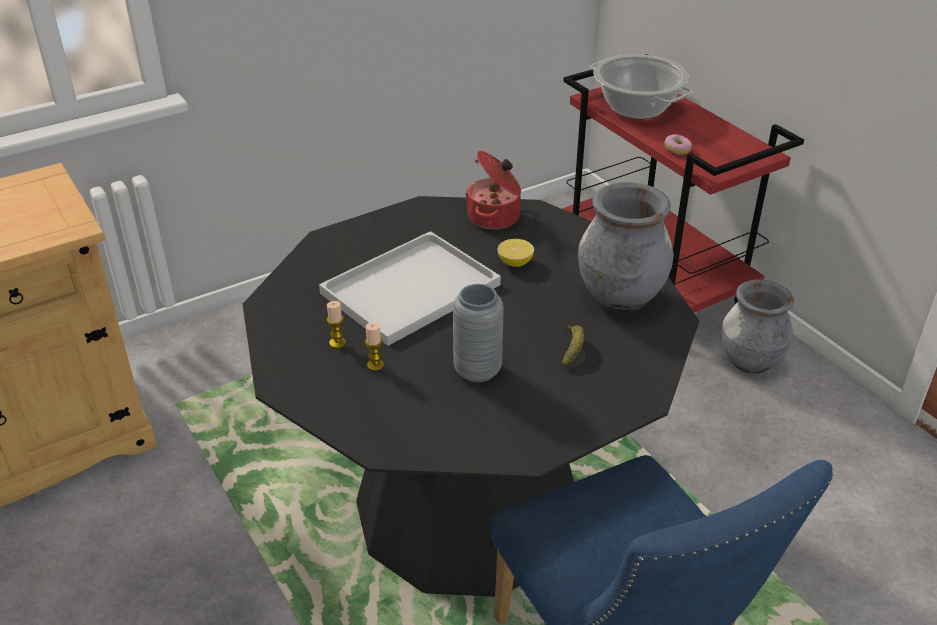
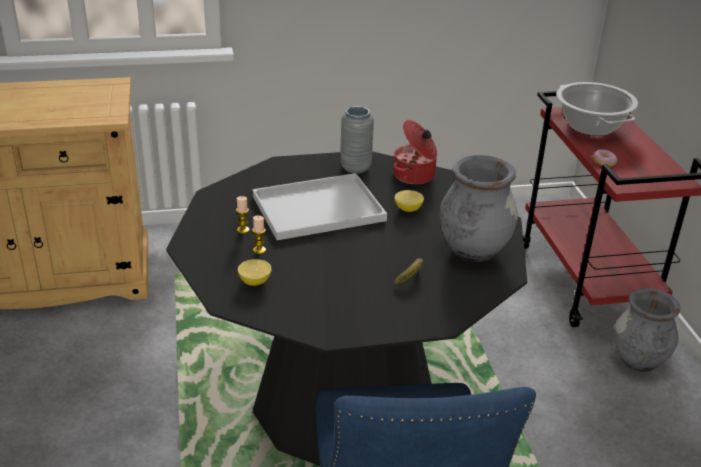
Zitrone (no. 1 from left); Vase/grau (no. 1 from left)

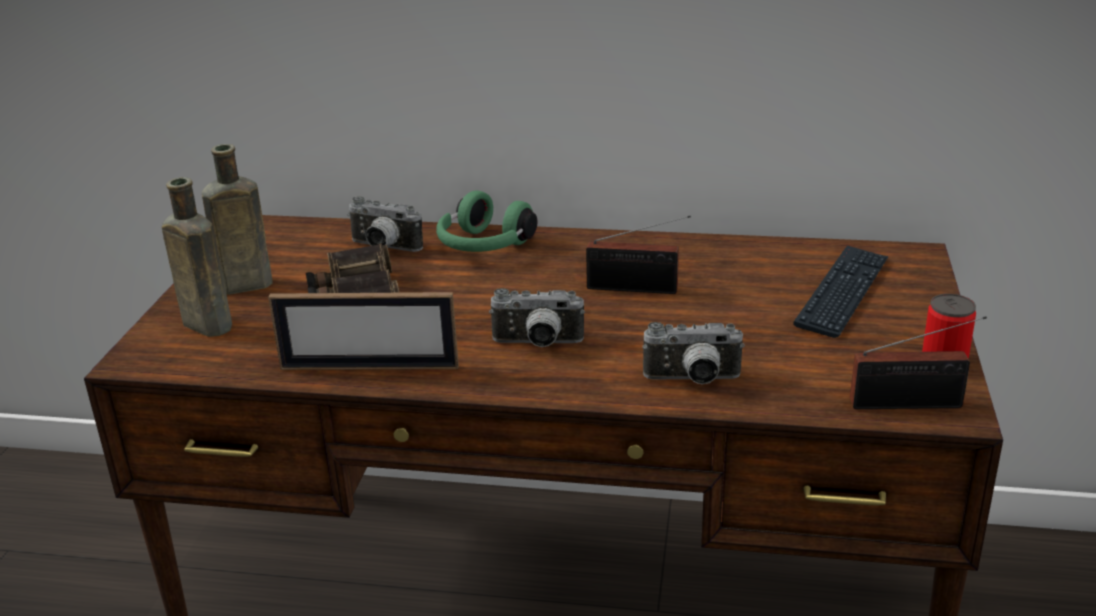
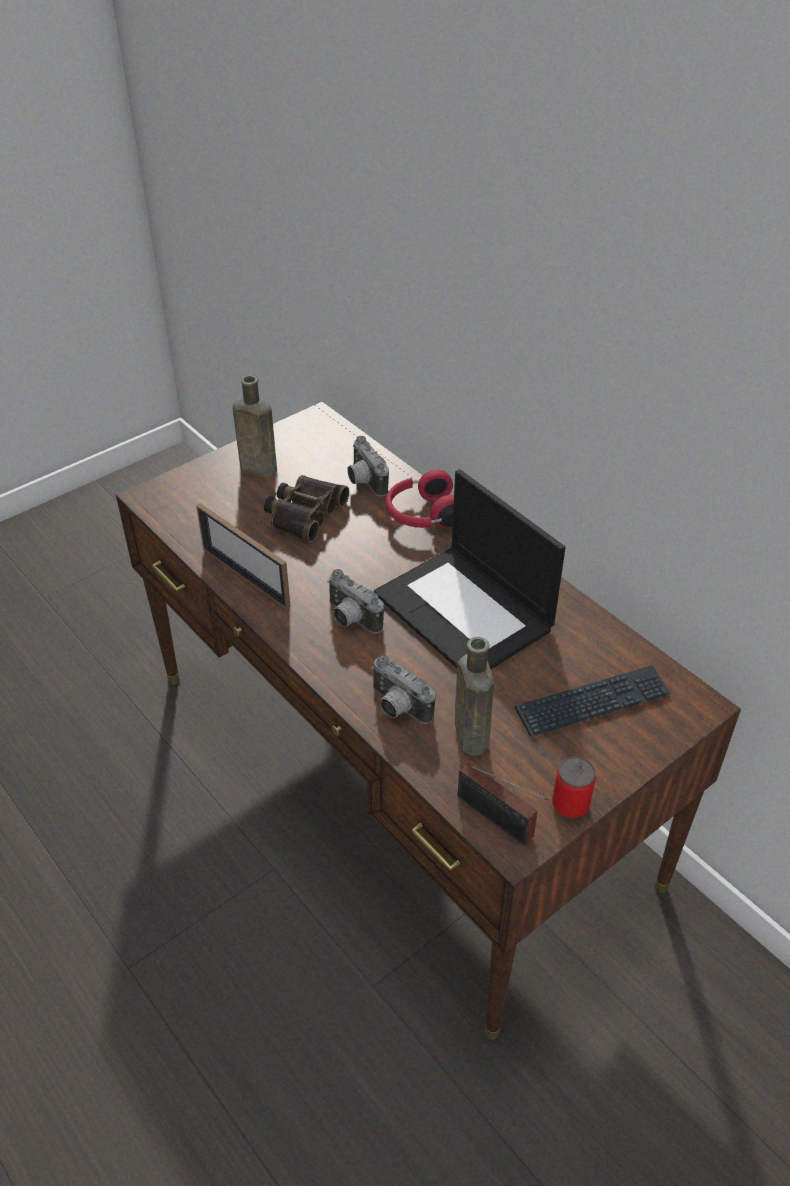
Flasche/braun (no. 2 from left); Laptop; Kopfhörer/rot

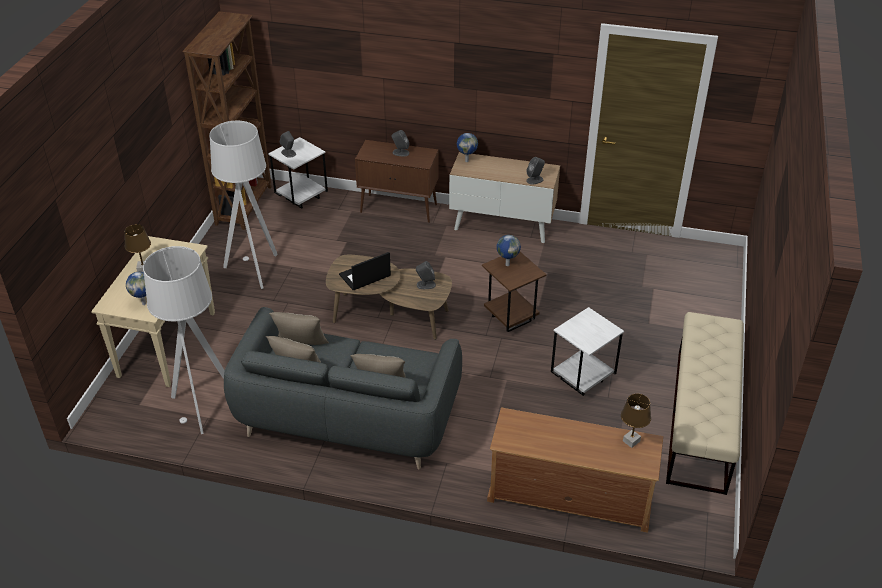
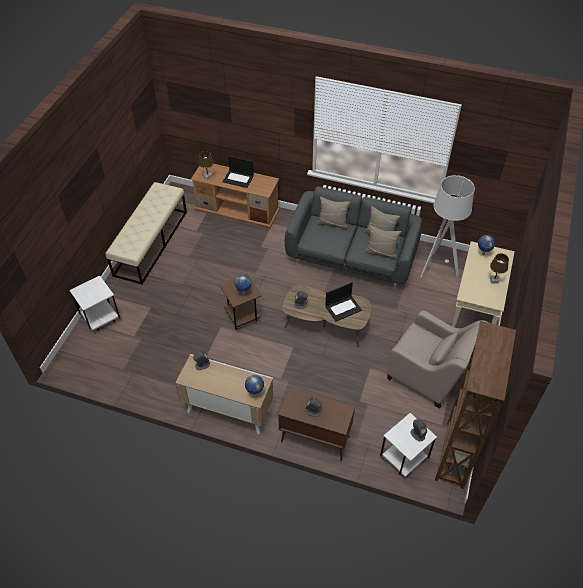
Laptop (no. 1 from left); Beistelltisch/weiß (no. 1 from left); Sessel/beige

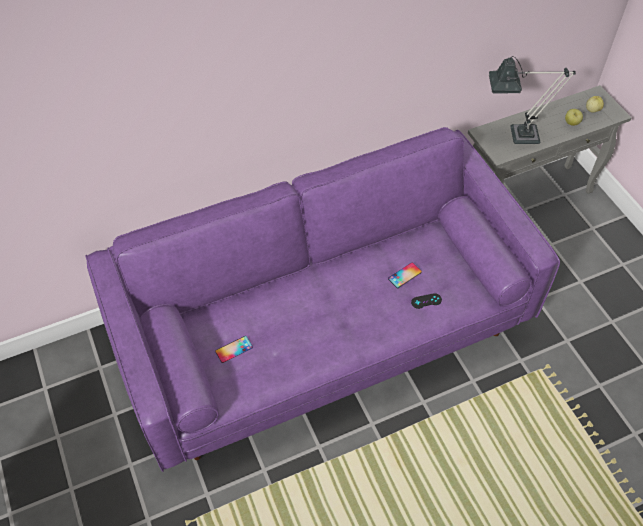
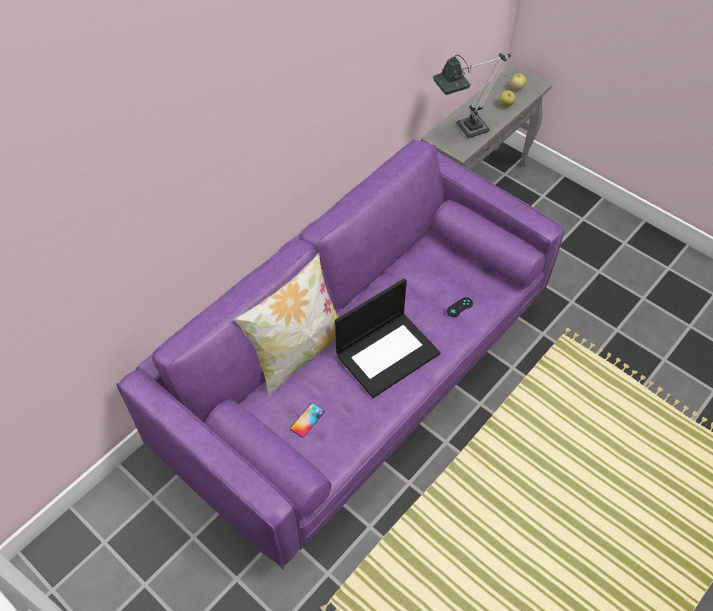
Handy (no. 2 from left in the first image); Kissen; Laptop

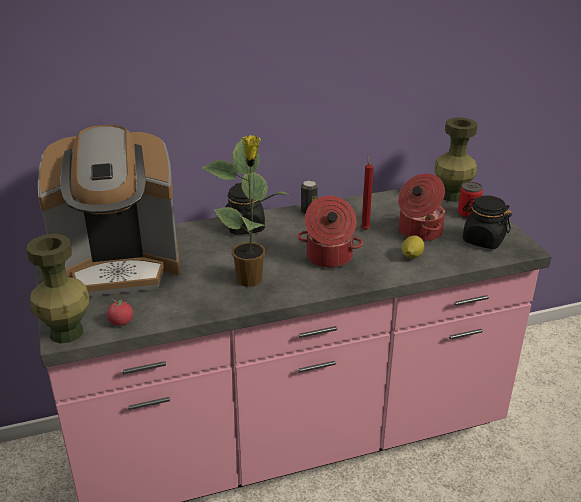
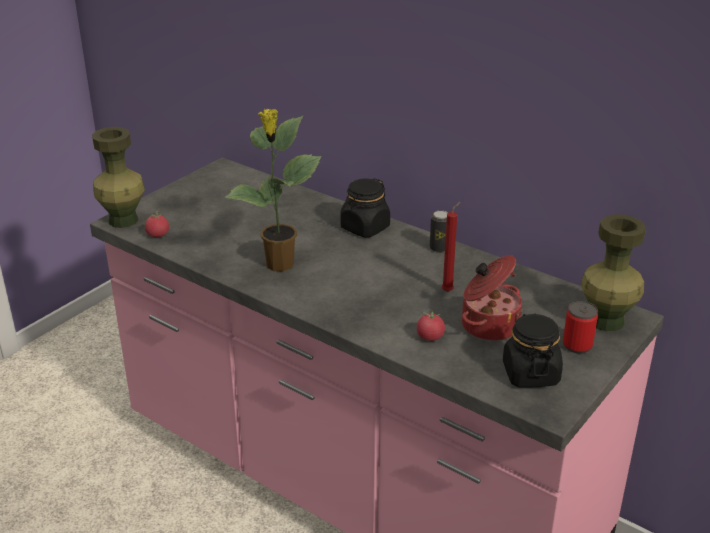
Kaffeemaschine; Kochtopf (no. 1 from left in the first image); Tomate (no. 2 from left)

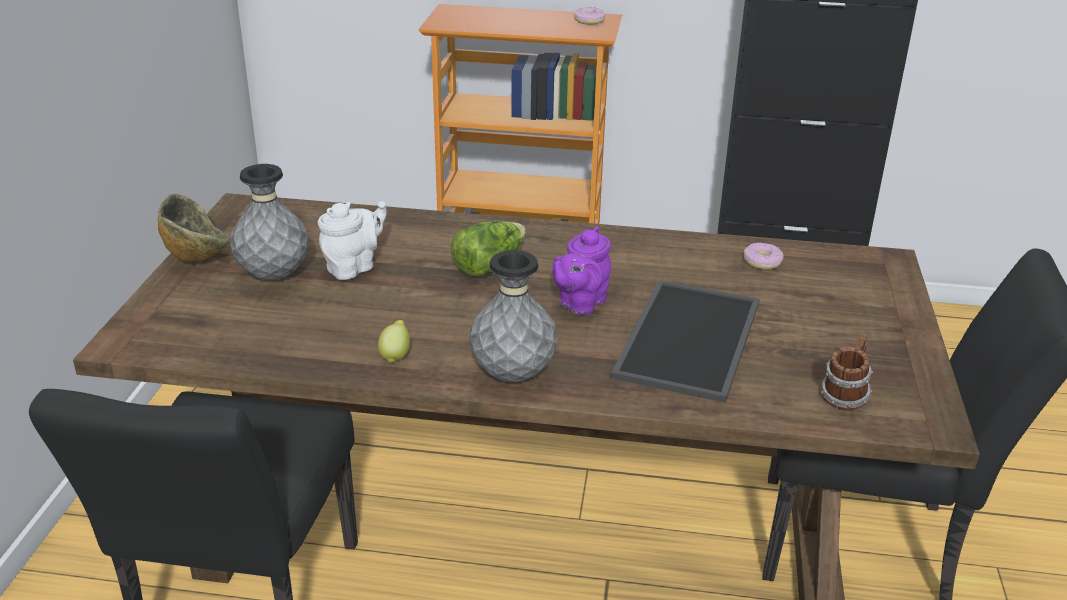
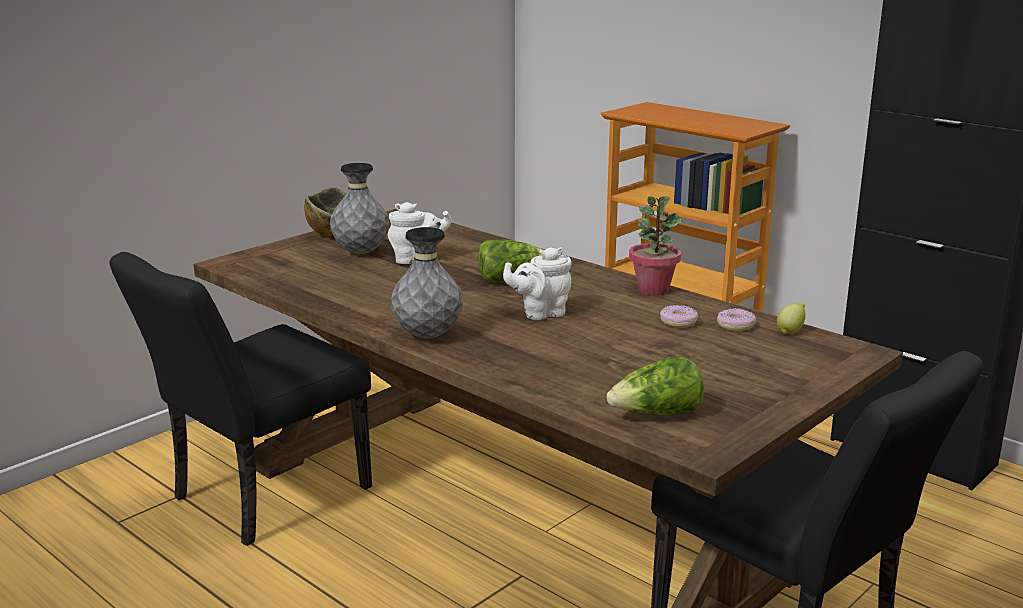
Tablett; Topfpflanze; Zitrone; Donut (no. 1 from left); Salatkopf (no. 2 from left); Teekanne/weiß (no. 2 from left)

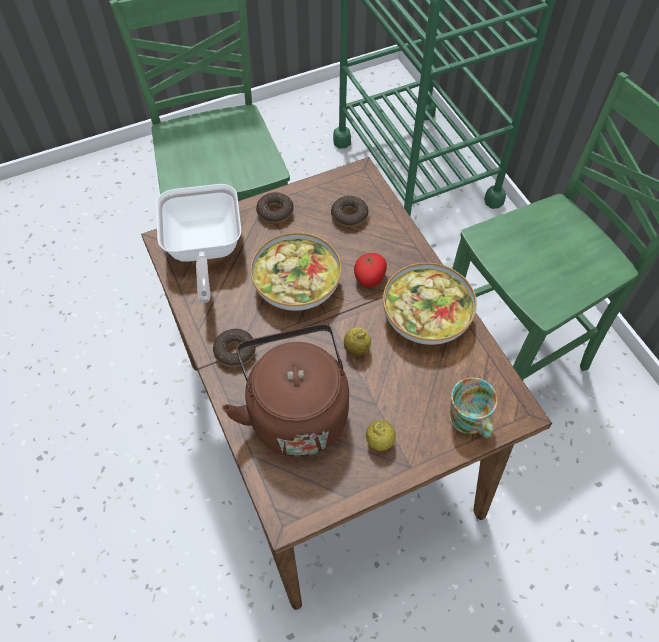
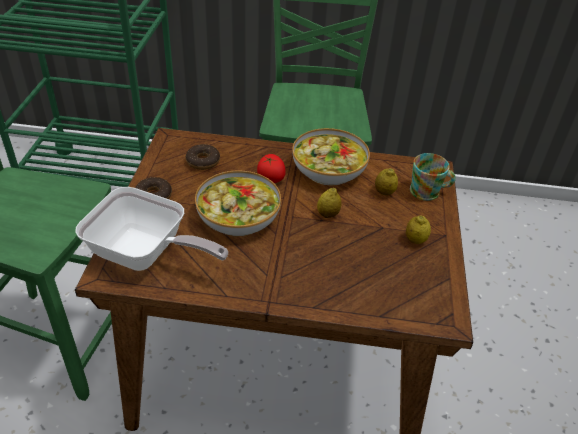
Donut (no. 1 from left in the first image); Wasserkessel/braun; Zitrone (no. 2 from left)

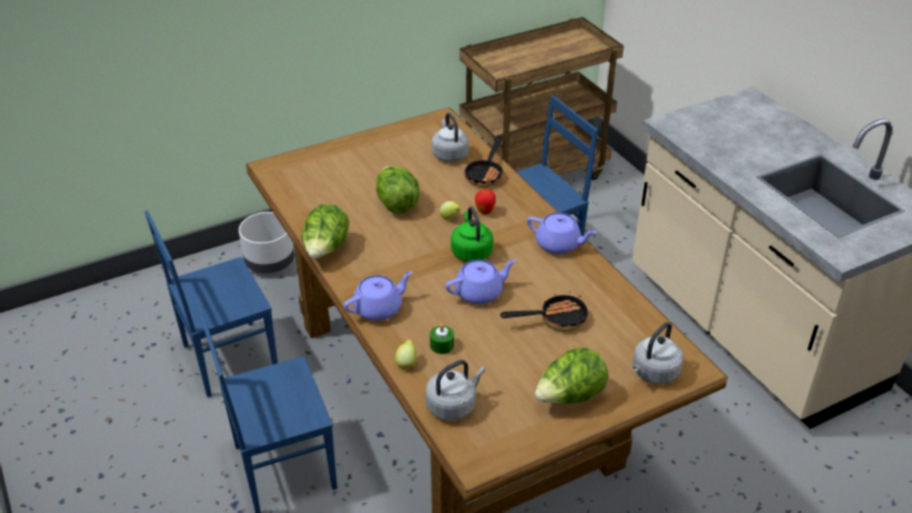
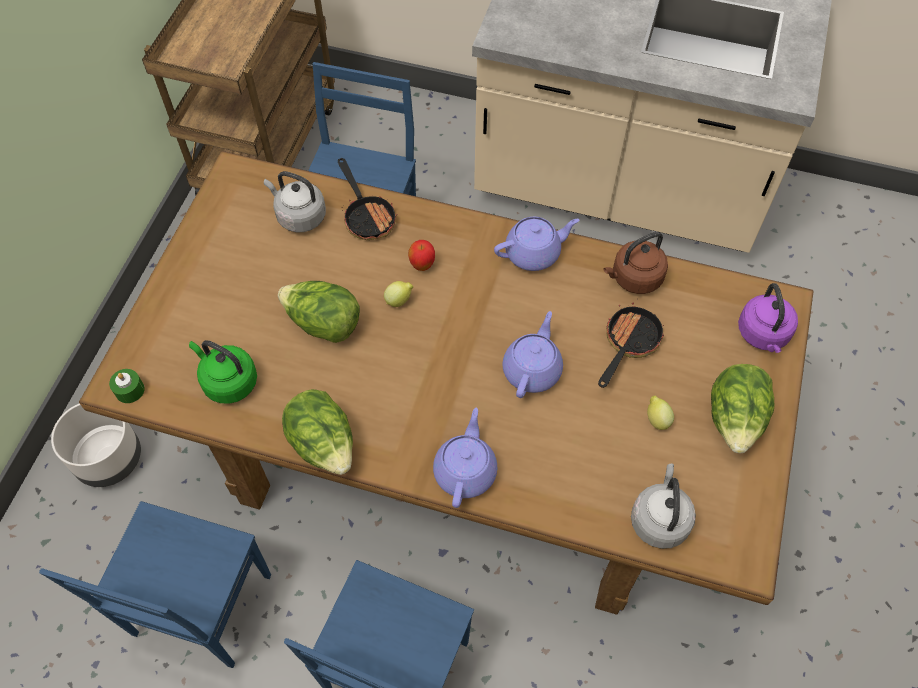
Wasserkessel/braun; Zitrone (no. 2 from left); Kerze/grün; Wasserkessel/grün; Wasserkessel/lila

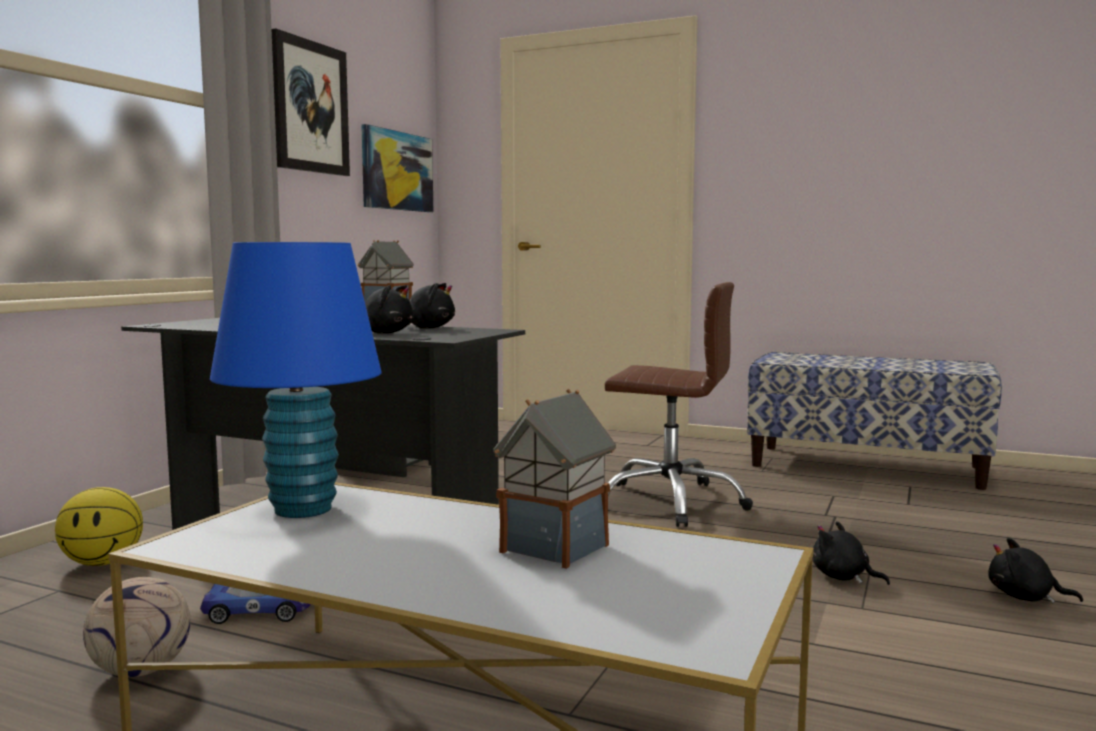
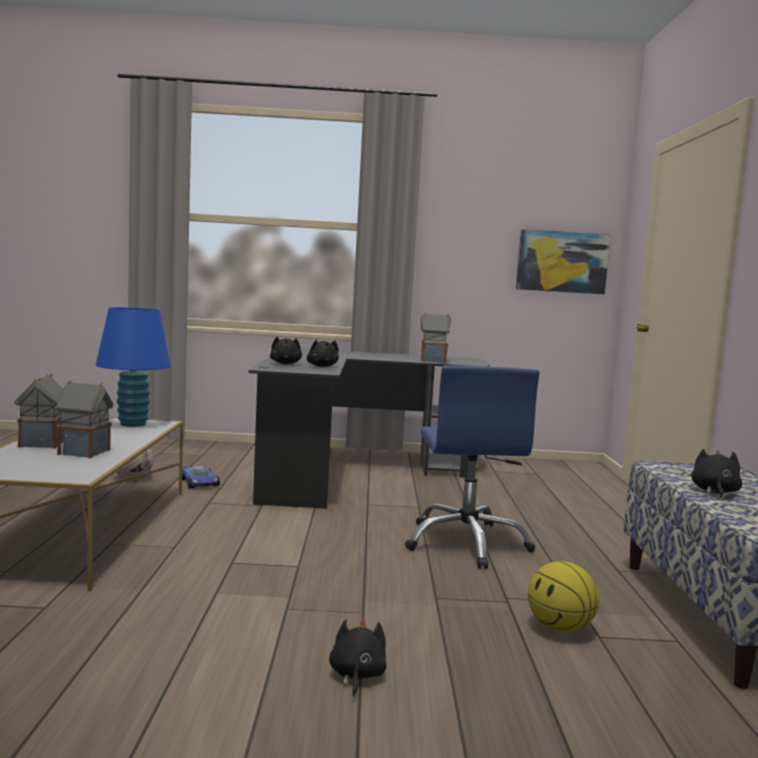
Bild (no. 1 from left in the first image); Spielzeughaus (no. 1 from left); Basketball; Plüschtier/schwarz (no. 4 from left); Bürostuhl/blau

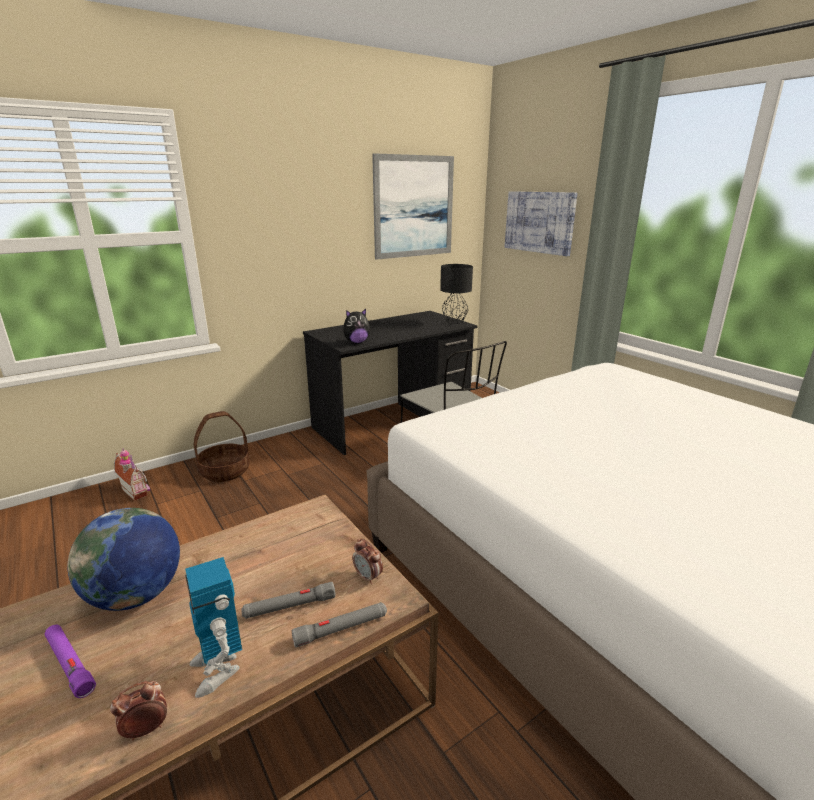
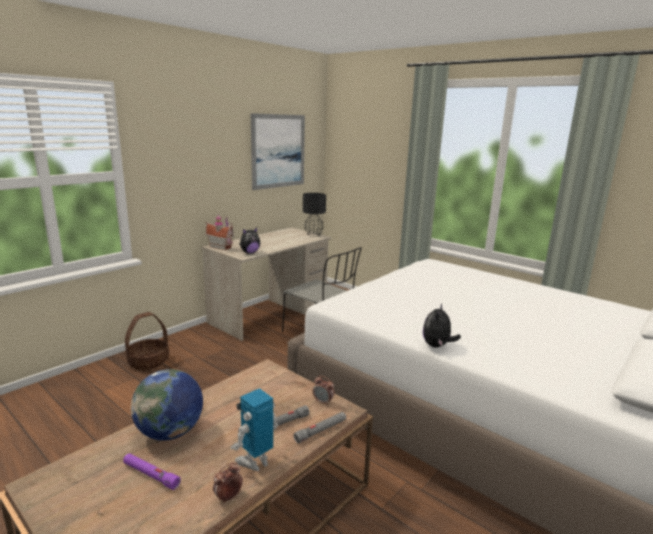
Bild (no. 2 from left in the first image); Plüschtier (no. 2 from left); Spielzeughaus; Schreibtisch/beige; Spielzeugroboter

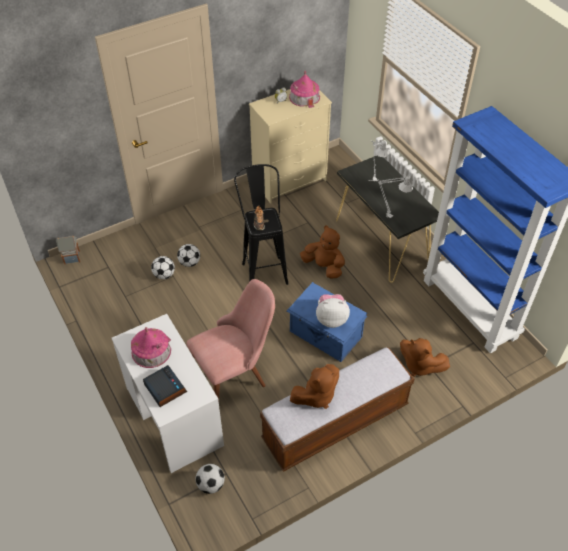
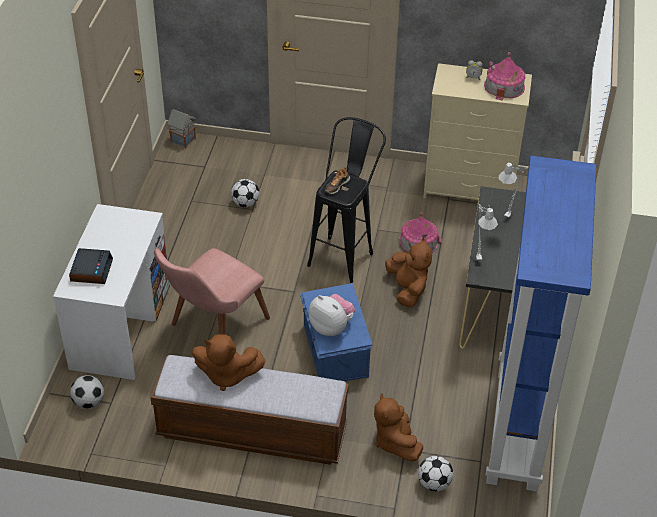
Spielzeughaus (no. 2 from left); Fußball (no. 3 from left); Stuhl/rosa

